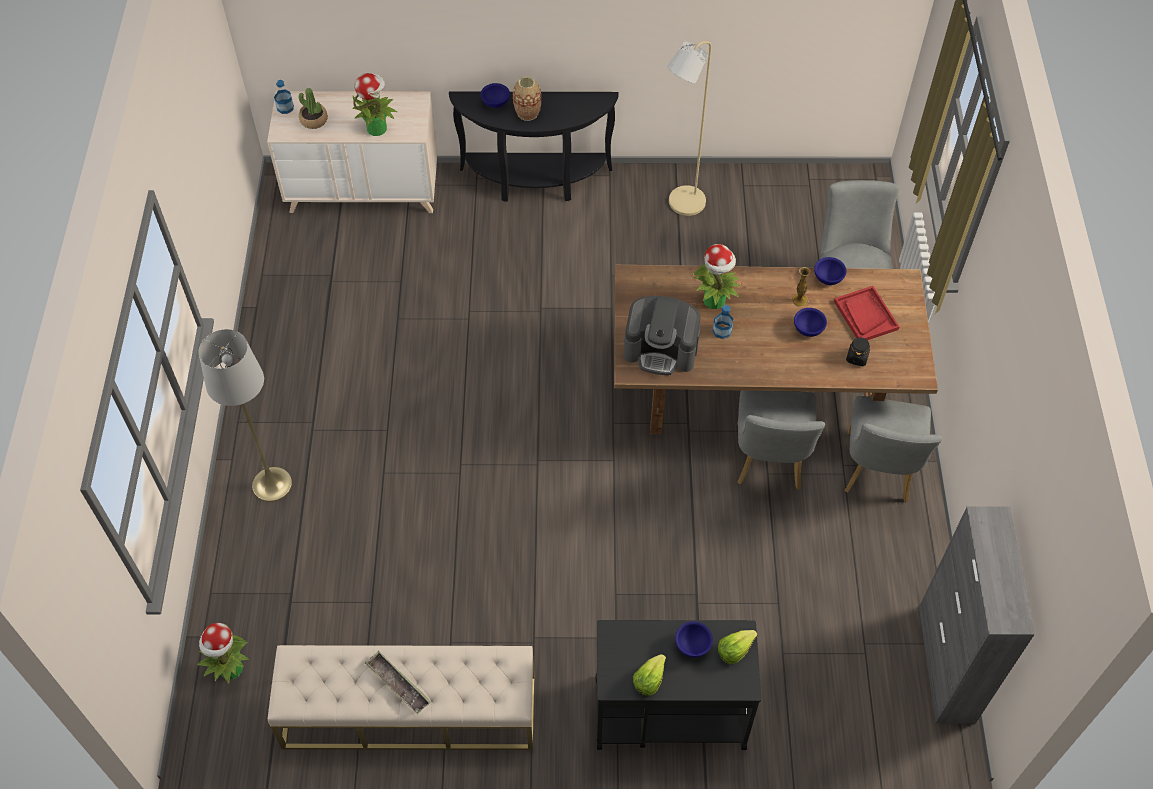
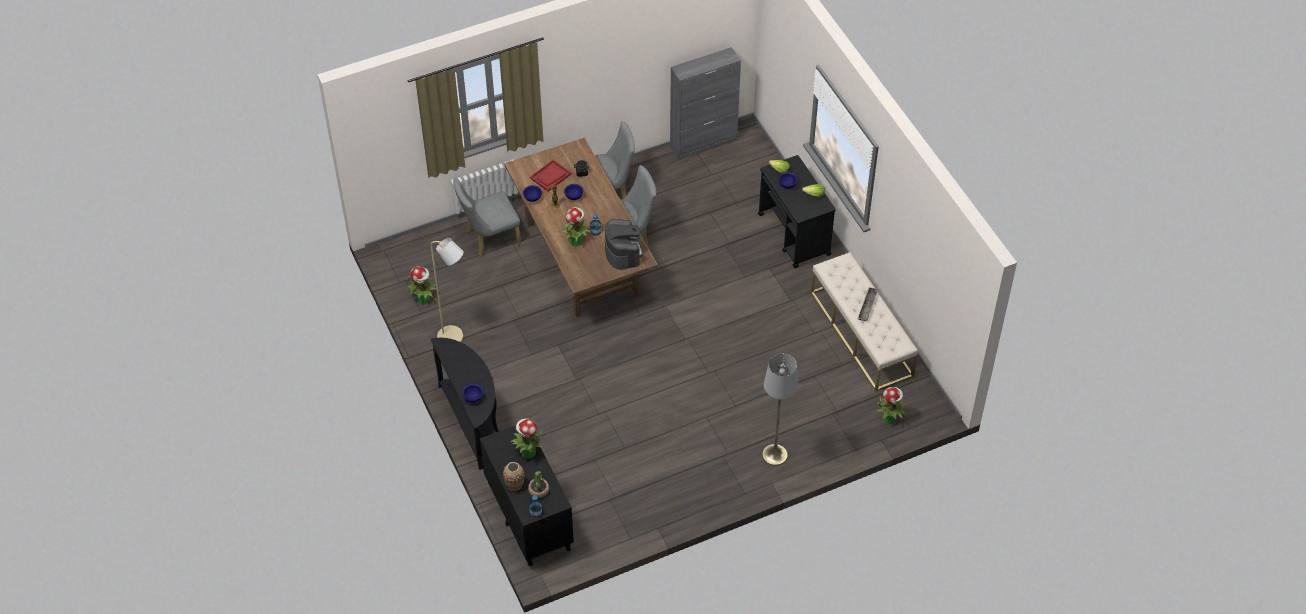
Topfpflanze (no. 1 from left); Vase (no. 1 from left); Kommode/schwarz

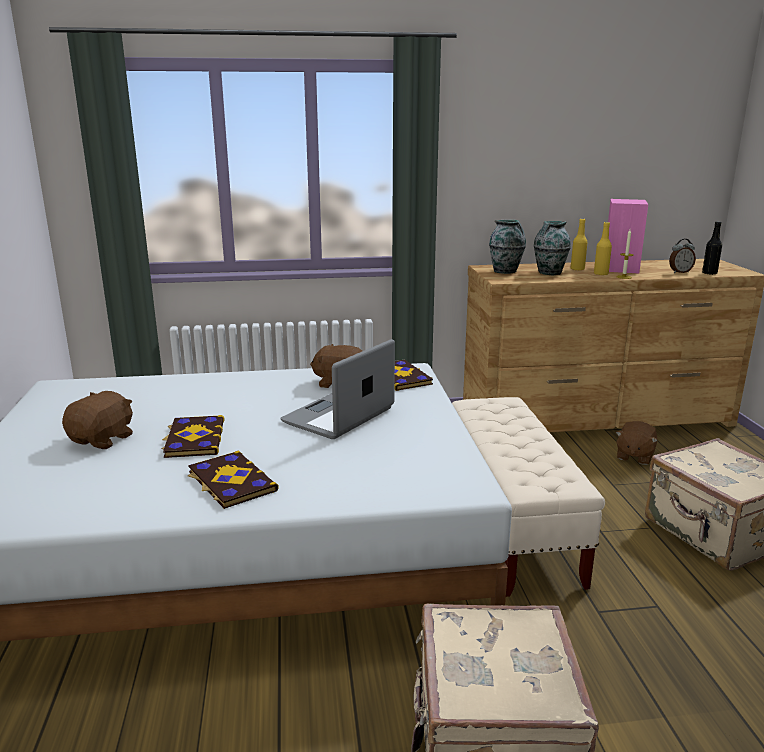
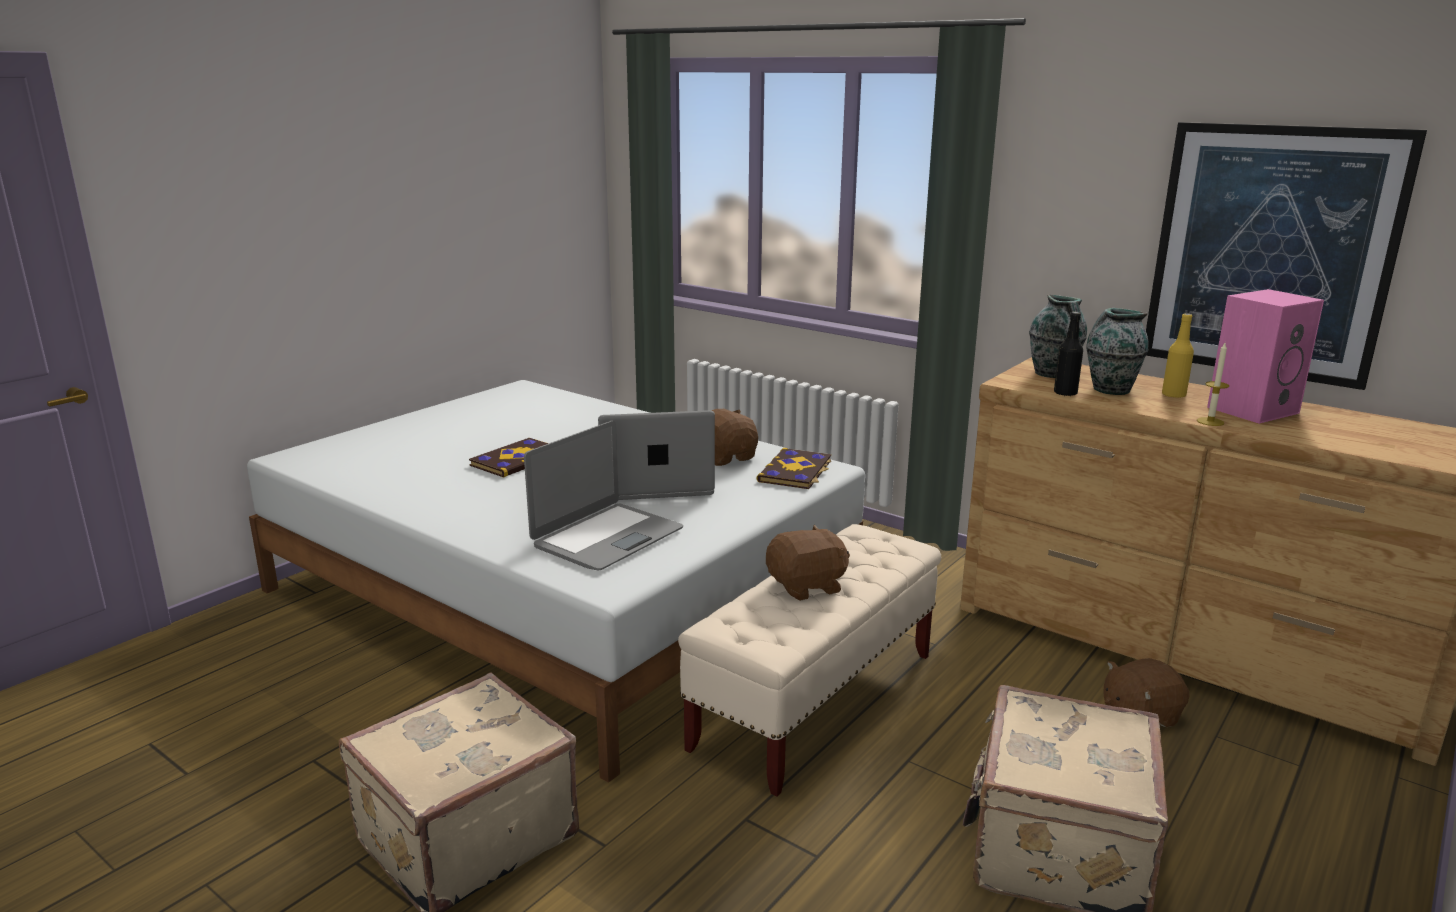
Buch (no. 2 from left in the first image); Flasche/gelb (no. 2 from left in the first image); Wecker; Laptop (no. 1 from left); Bild; Plüschtier/braun (no. 2 from left); Flasche/schwarz

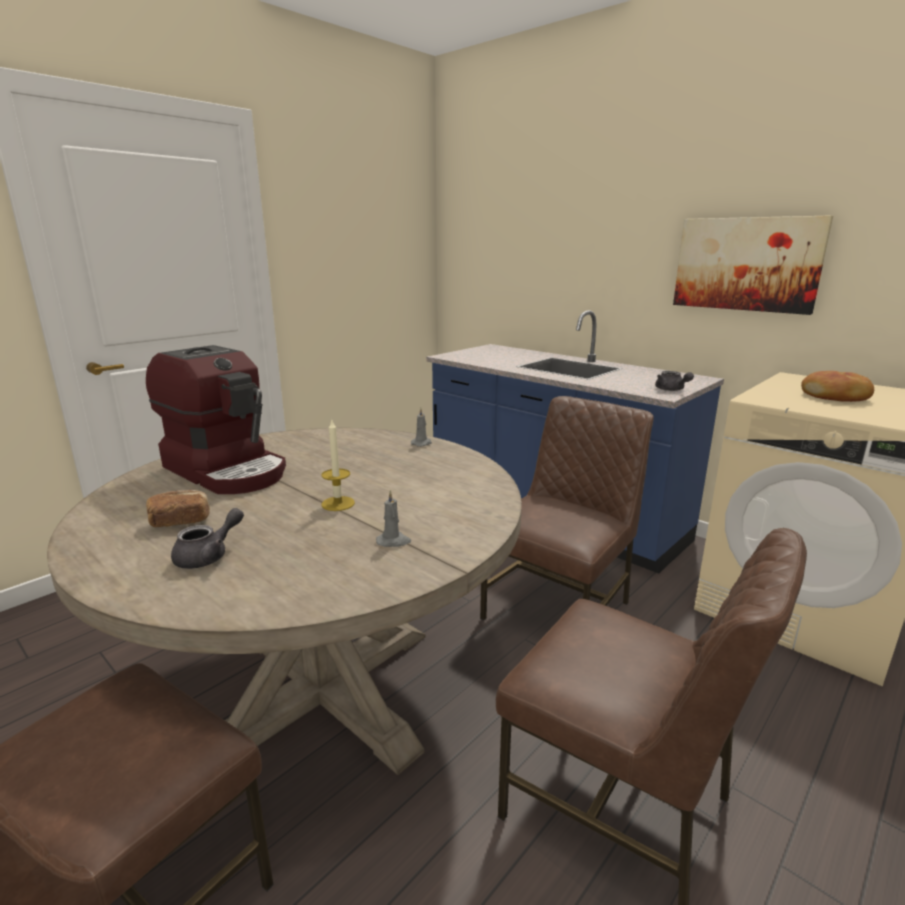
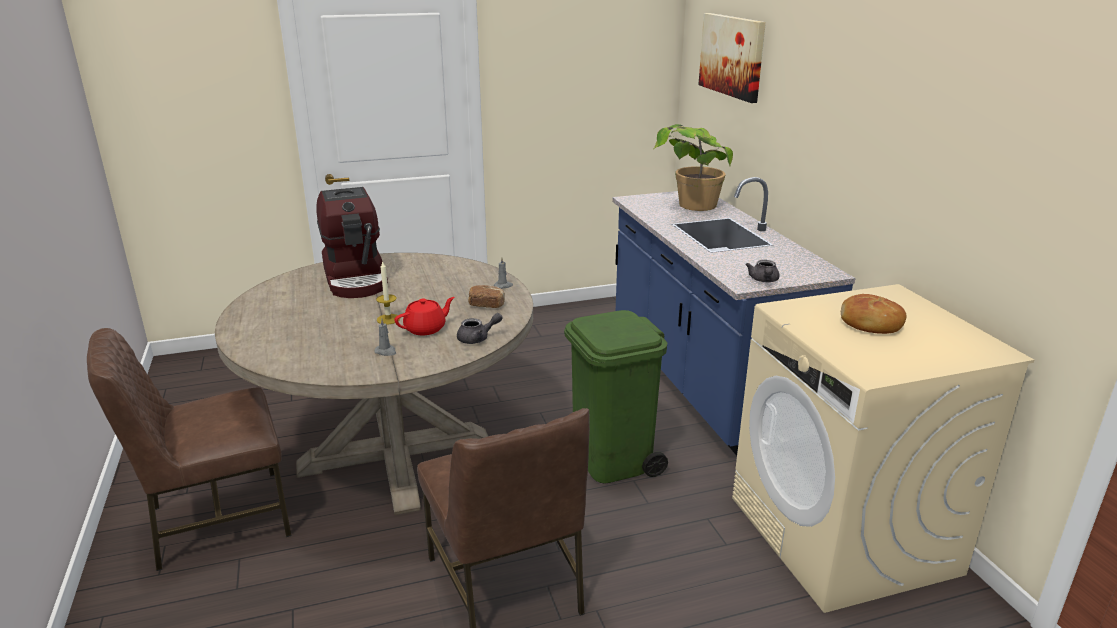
Teekanne/rot; Topfpflanze; Brot (no. 1 from left); Teekanne/grau (no. 1 from left); Bild; Mülleimer/grün

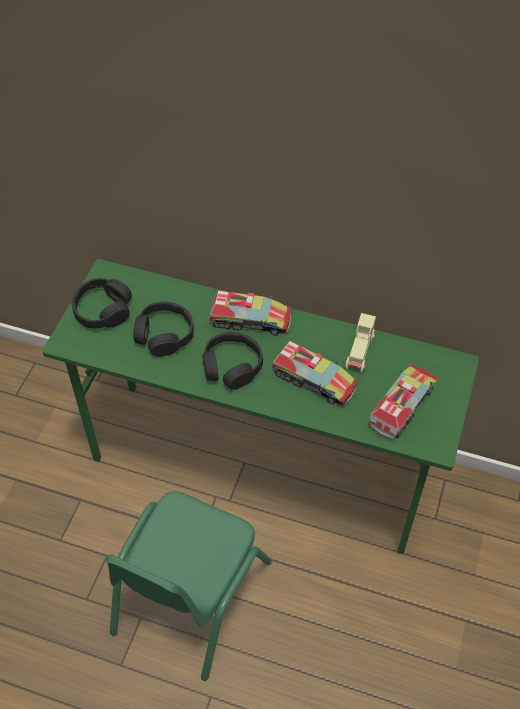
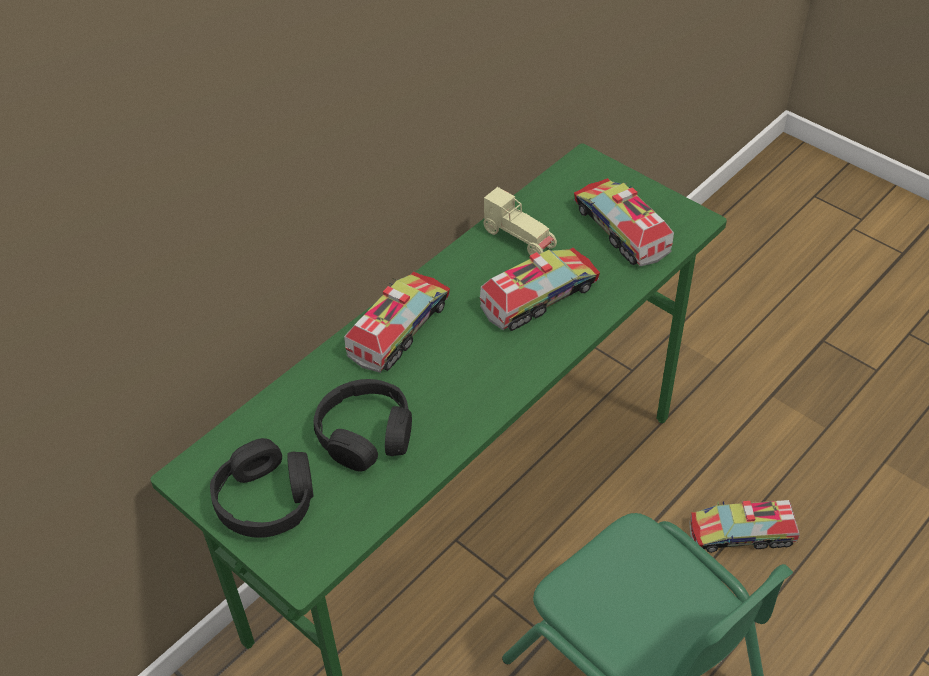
Kopfhörer/schwarz (no. 3 from left in the first image); Spielzeuglaster (no. 4 from left)

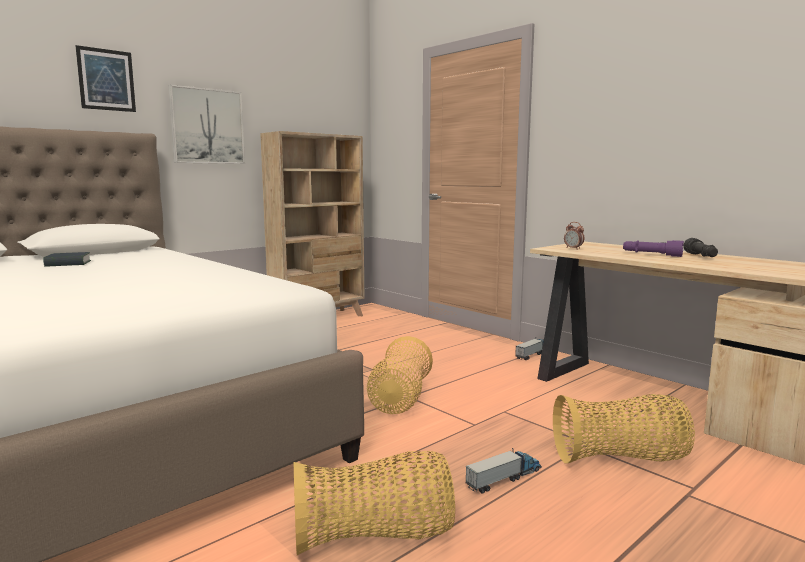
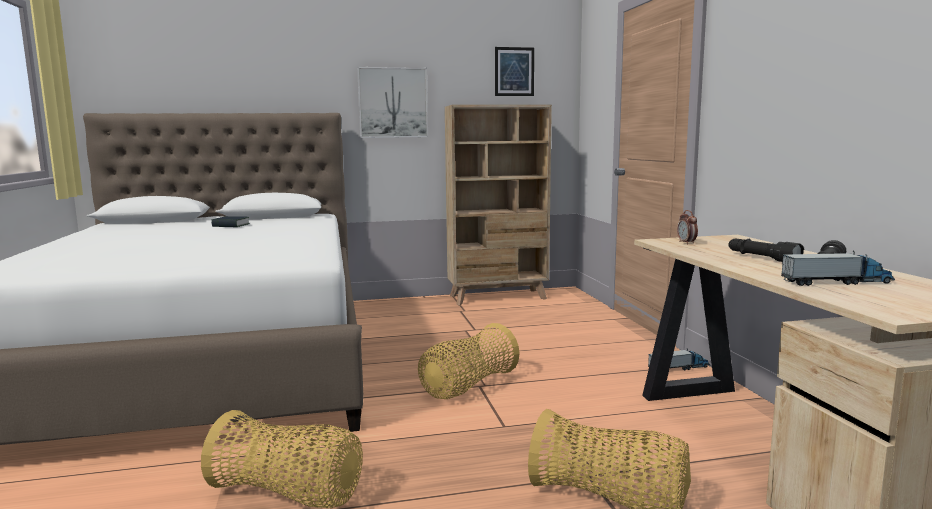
Bild (no. 2 from left); Spielzeuglaster (no. 2 from left); Taschenlampe/schwarz (no. 1 from left)

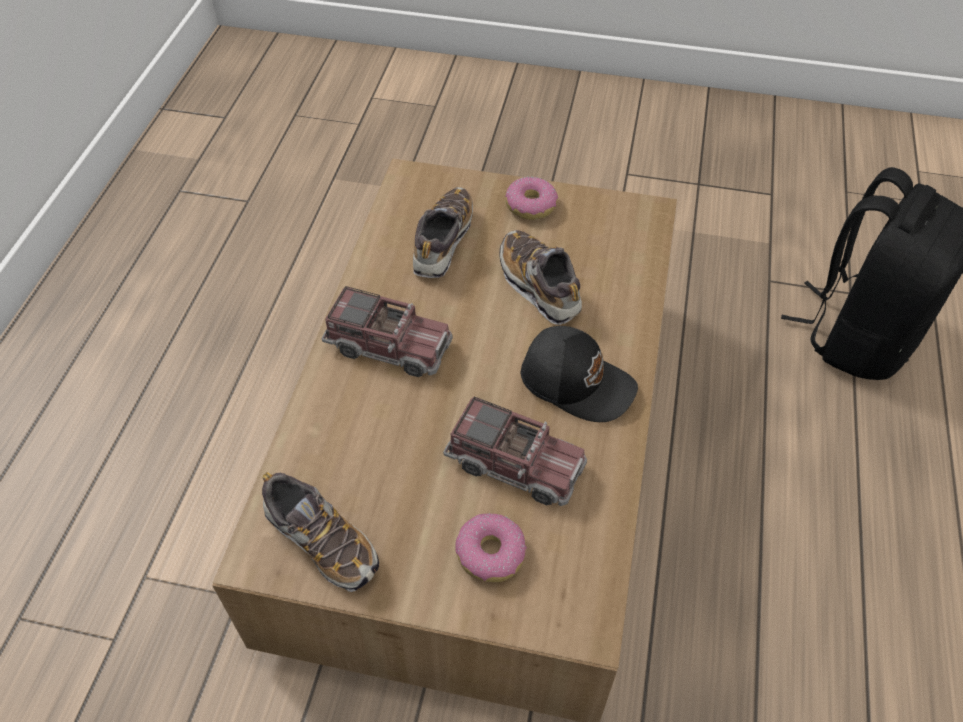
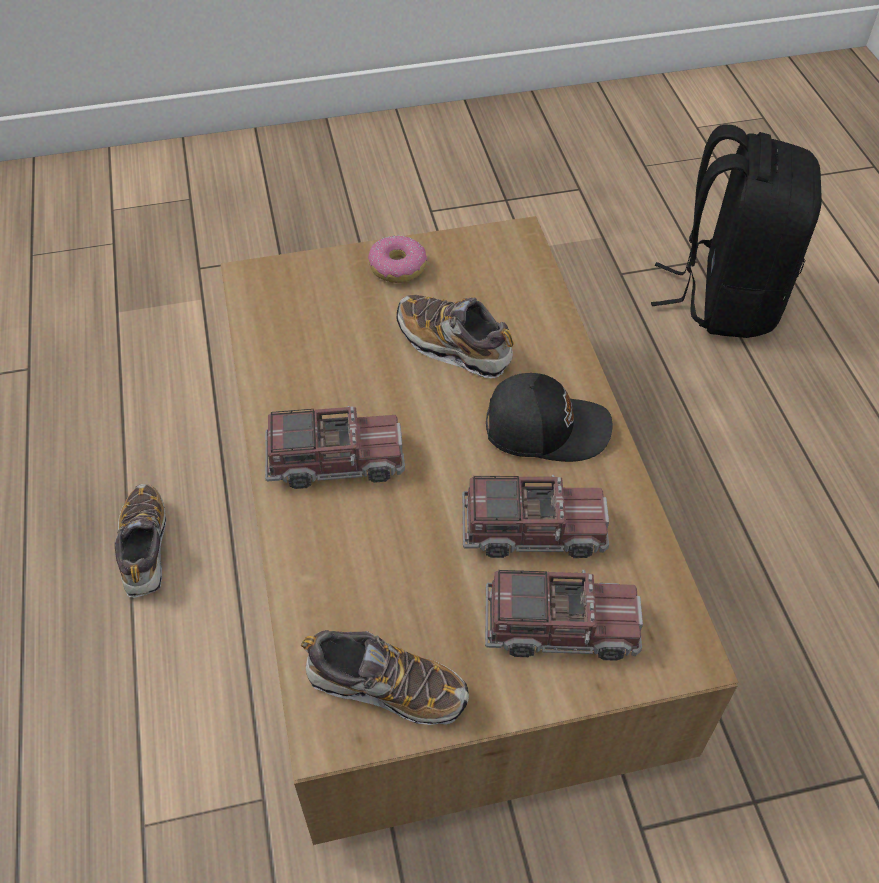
Schuh (no. 1 from left); Spielzeuglaster (no. 3 from left)

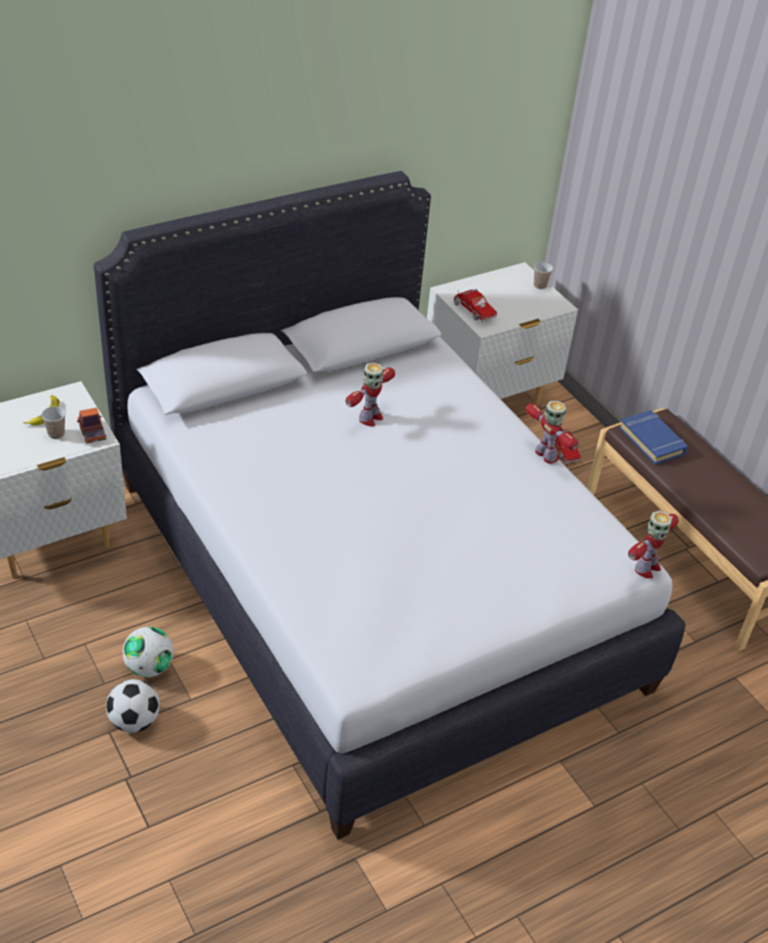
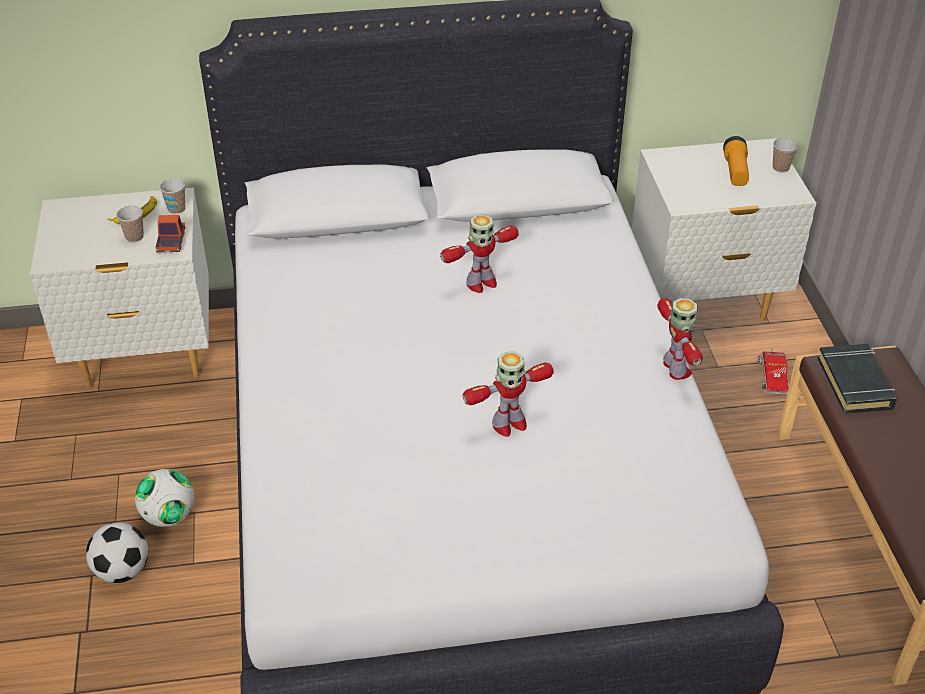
Spielzeuglaster (no. 2 from left in the first image); Tasse (no. 2 from left); Taschenlampe; Spielzeugroboter (no. 2 from left); Buch/schwarz

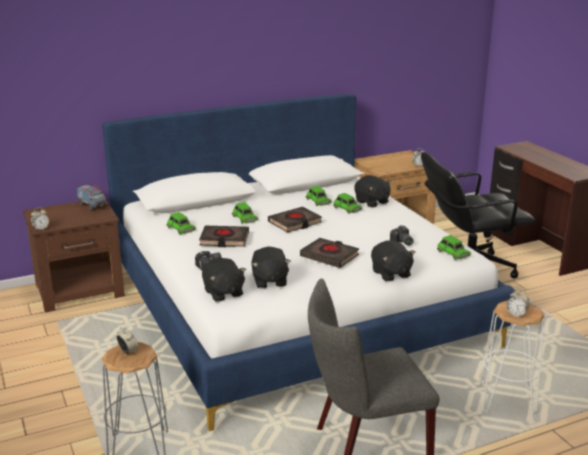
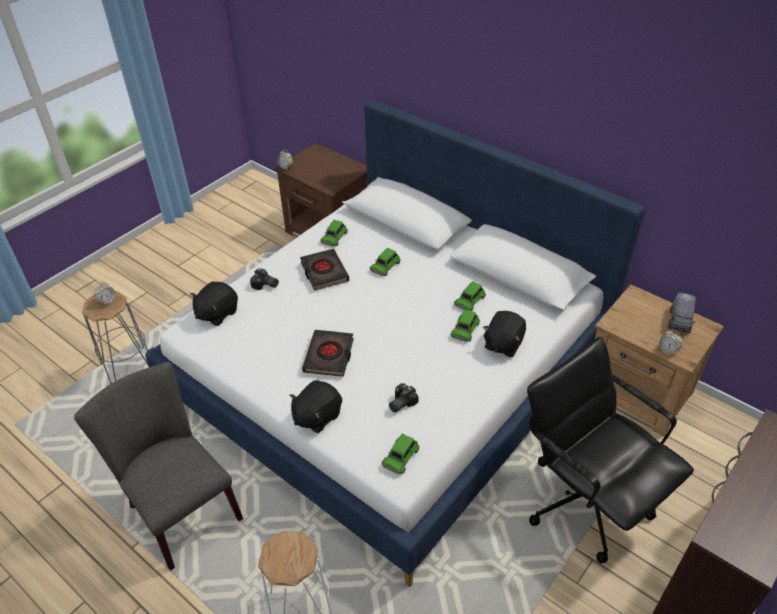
Plüschtier/schwarz (no. 2 from left in the first image); Buch/schwarz (no. 2 from left in the first image); Wecker (no. 4 from left in the first image); Spielzeuglaster

